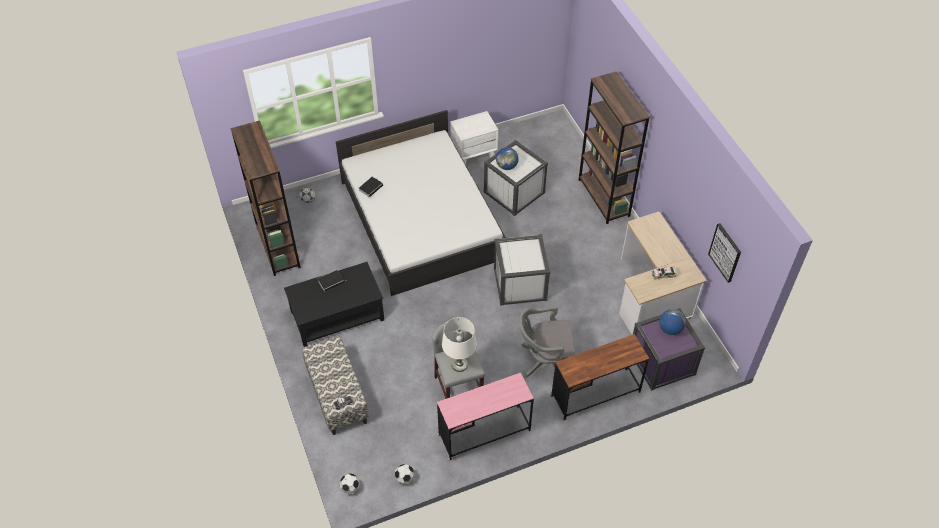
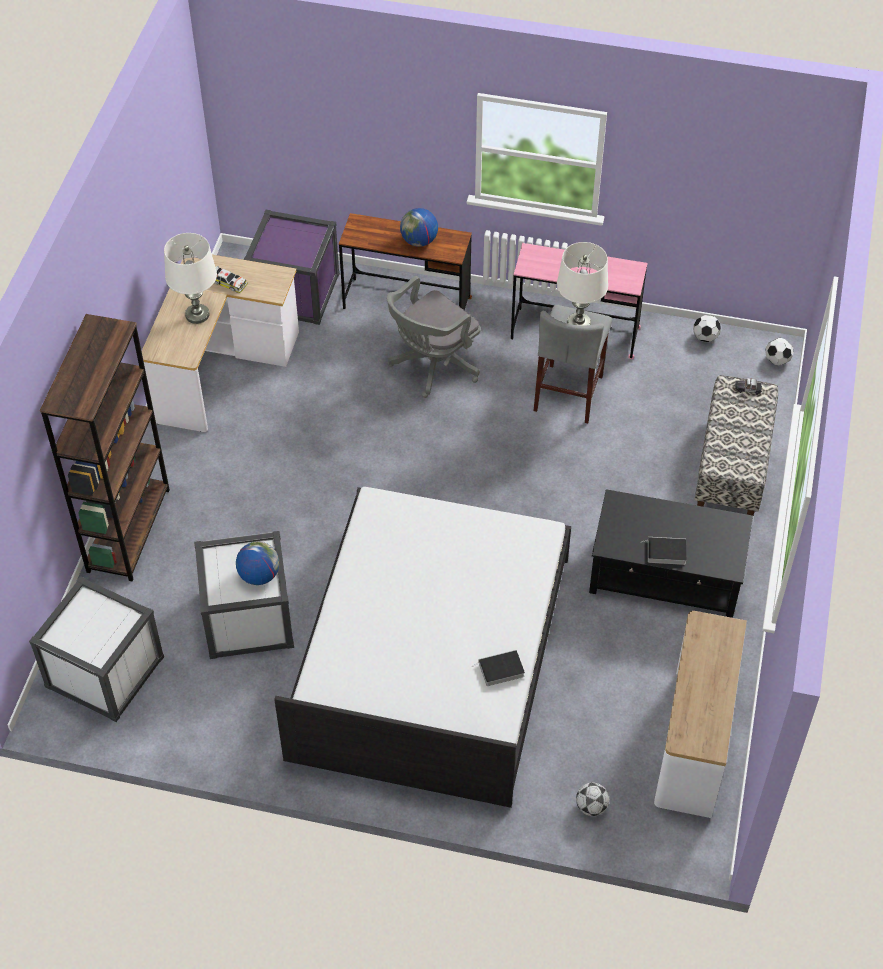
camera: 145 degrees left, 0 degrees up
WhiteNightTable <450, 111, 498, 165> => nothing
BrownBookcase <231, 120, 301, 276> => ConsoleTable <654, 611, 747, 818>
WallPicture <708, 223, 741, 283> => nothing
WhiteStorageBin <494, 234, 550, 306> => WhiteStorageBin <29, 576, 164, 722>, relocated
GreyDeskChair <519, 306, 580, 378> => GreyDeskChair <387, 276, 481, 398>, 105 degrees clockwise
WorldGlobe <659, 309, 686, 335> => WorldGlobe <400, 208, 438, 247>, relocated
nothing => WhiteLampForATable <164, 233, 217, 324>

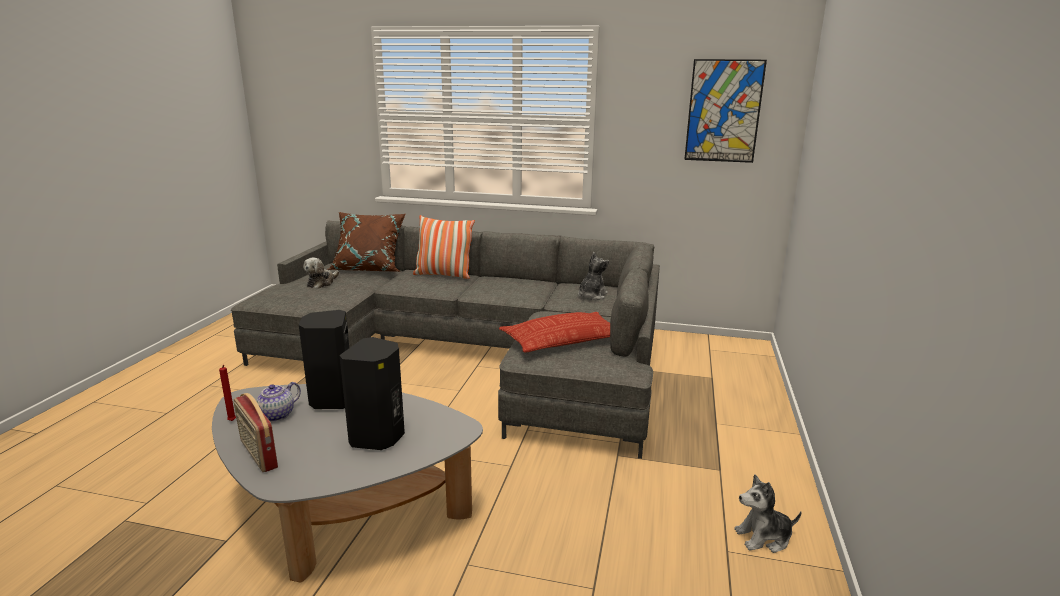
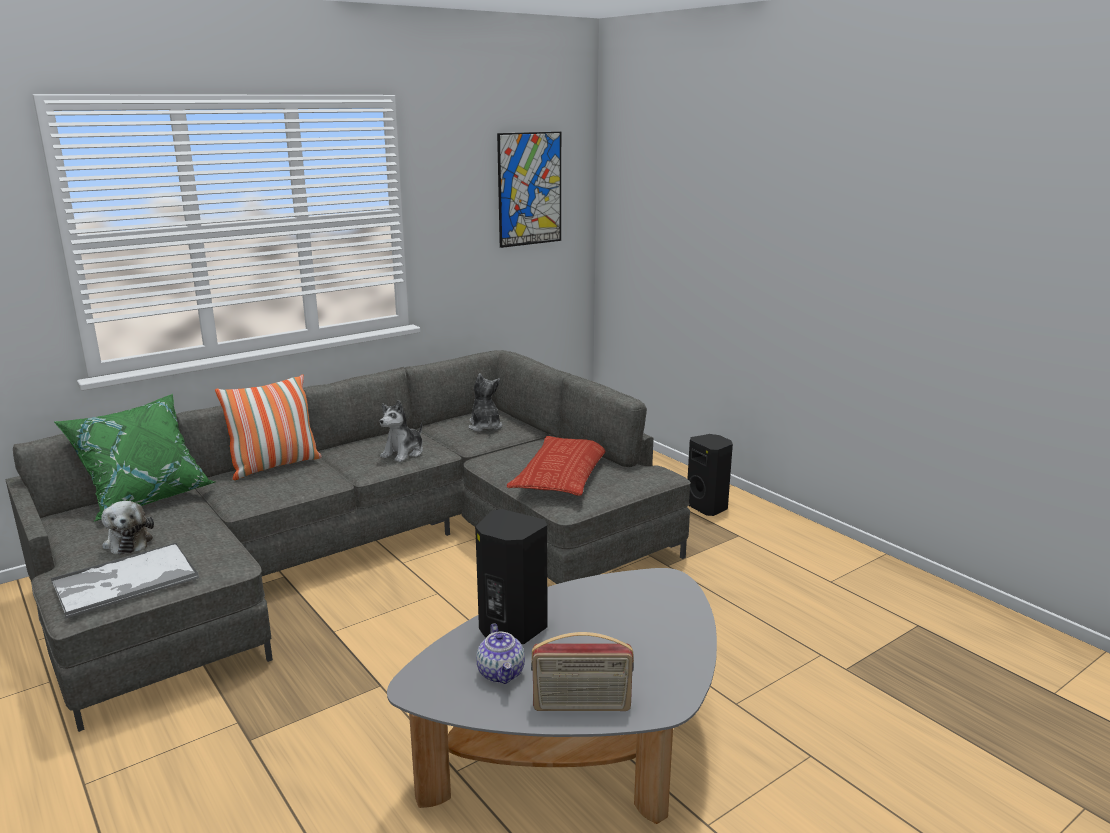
camera: 50 degrees left, 0 degrees up
BrownThrowPillow <327, 212, 406, 272> => GreenColouredThrowPillow <54, 394, 215, 521>
BlackColouredAudioSpeaker <339, 337, 405, 450> => BlackColouredAudioSpeaker <688, 434, 733, 516>, relocated
RedWaxLight <219, 365, 236, 421> => nothing
PlushToy <734, 474, 802, 553> => PlushToy <380, 400, 423, 462>, relocated
nothing => CarryingTray <51, 543, 199, 618>

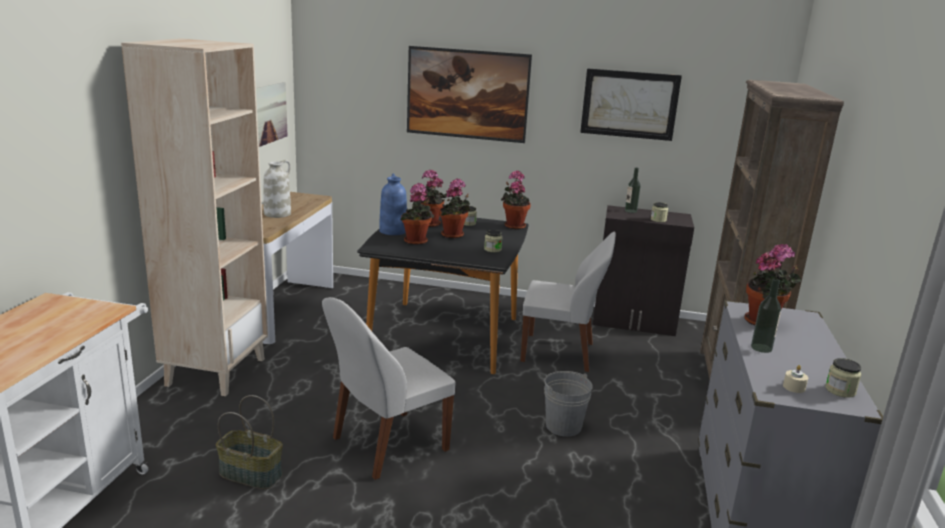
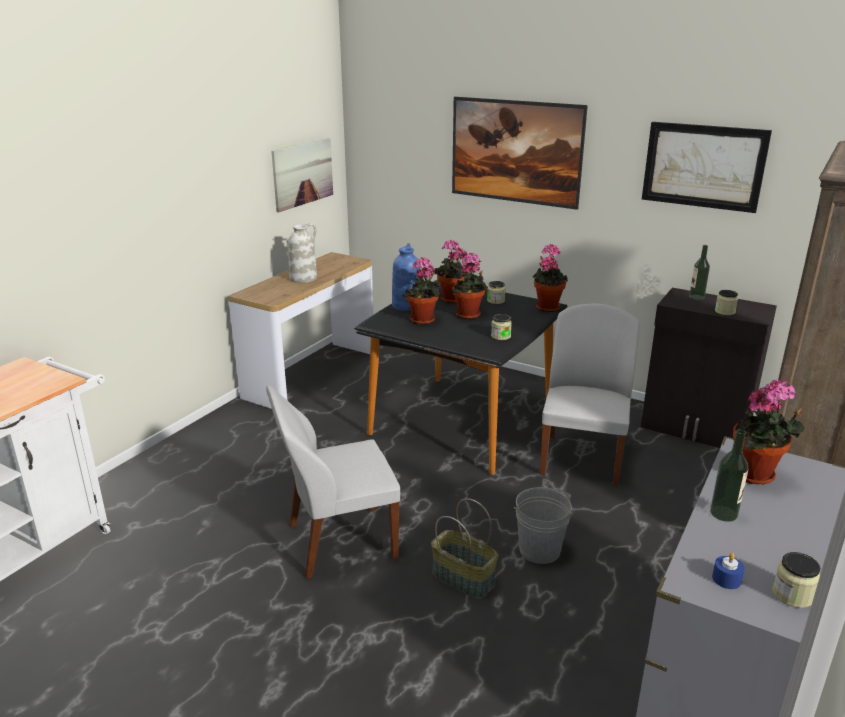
camera: 20 degrees right, 5 degrees up
BeigeBookcase <121, 38, 268, 396> => nothing
WhiteChair <521, 232, 616, 372> => WhiteChair <540, 304, 640, 487>, 105 degrees counterclockwise
BeigeWaxLight <783, 365, 808, 393> => BlueWaxLight <712, 553, 745, 589>
HouseholdBasket <216, 395, 283, 489> => HouseholdBasket <431, 498, 498, 599>, relocated

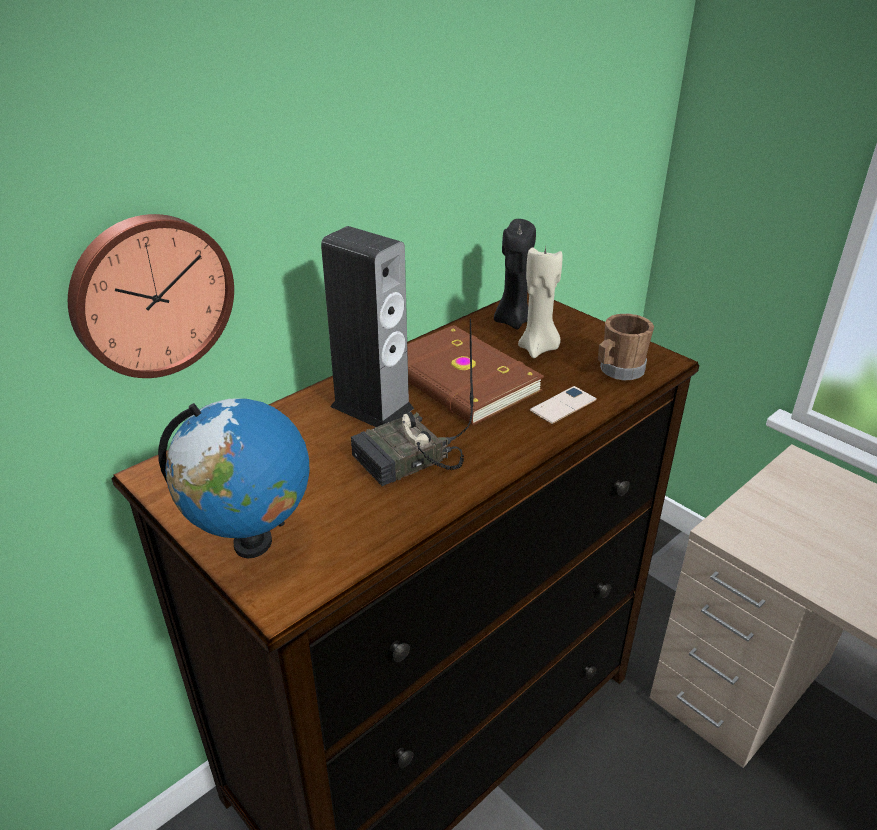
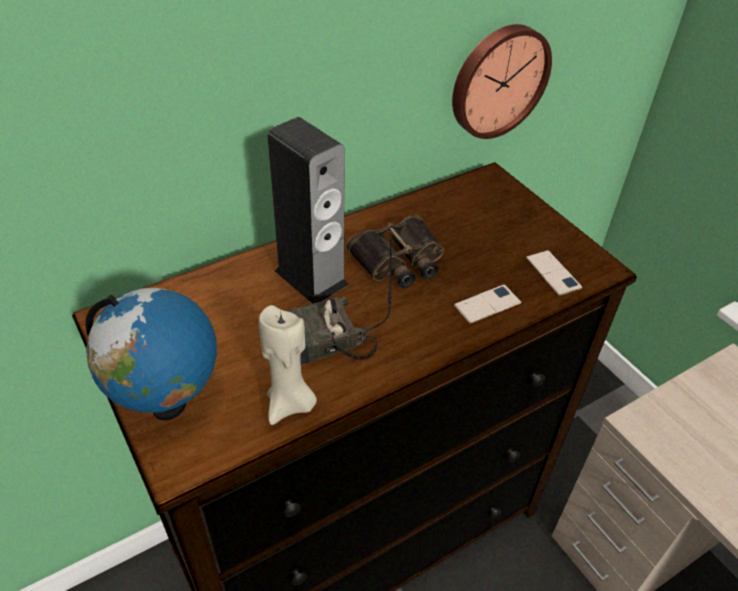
camera: 10 degrees right, 10 degrees up
ClockOnTheWall <68, 214, 234, 378> => ClockOnTheWall <452, 24, 552, 139>, relocated
BlackColouredWaxLight <494, 219, 536, 330> => nothing
BeigeWaxLight <518, 247, 563, 358> => BeigeWaxLight <259, 305, 317, 425>, relocated
BrownMug <598, 314, 654, 380> => Telephone <526, 250, 582, 296>
BrownVolume <407, 325, 544, 425> => Binoculars <347, 216, 444, 288>

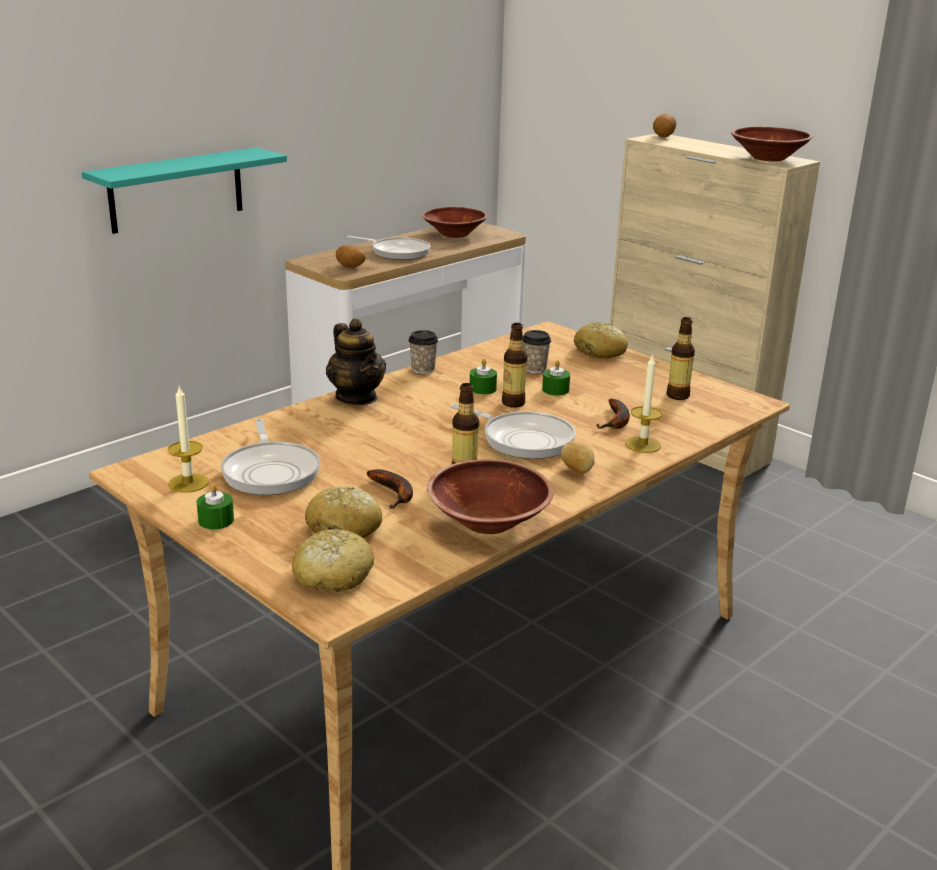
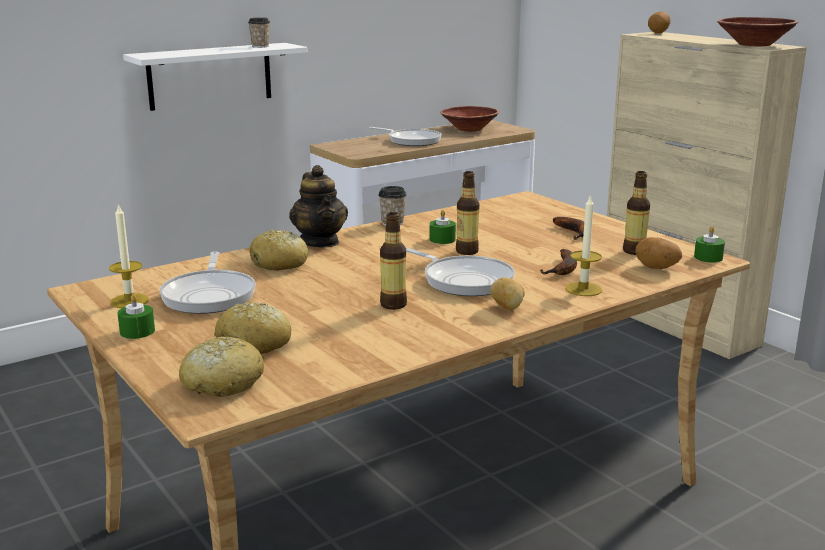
camera: 10 degrees right, 5 degrees down
TurquoiseBracketShelf <82, 147, 287, 234> => WhiteBracketShelf <123, 43, 308, 111>
WholePotato <336, 245, 366, 267> => WholePotato <635, 237, 682, 269>, relocated
BakedBread <574, 322, 628, 358> => BakedBread <249, 230, 308, 271>, relocated
SmallCup <523, 330, 551, 373> => SmallCup <248, 17, 270, 48>, relocated
GreenColouredWaxLight <542, 360, 570, 396> => GreenColouredWaxLight <694, 226, 725, 263>, relocated
BrownBowl <427, 459, 554, 534> => nothing
BananaFruit <367, 469, 413, 509> => BananaFruit <553, 217, 584, 240>, relocated

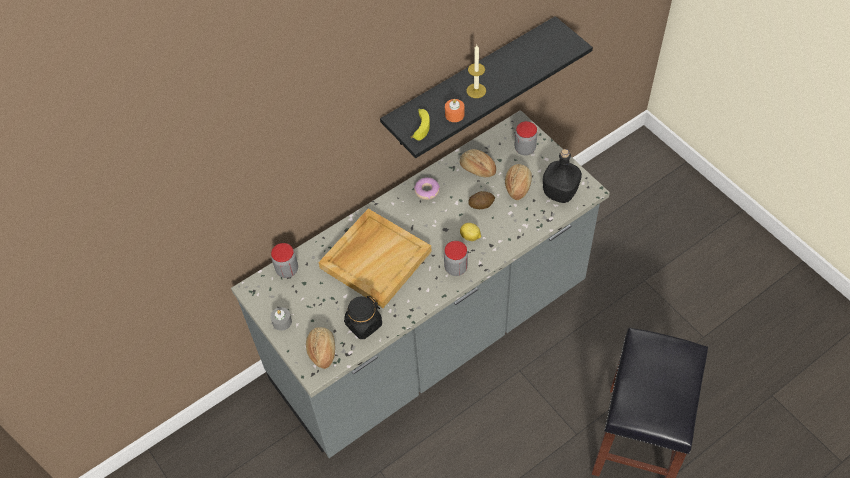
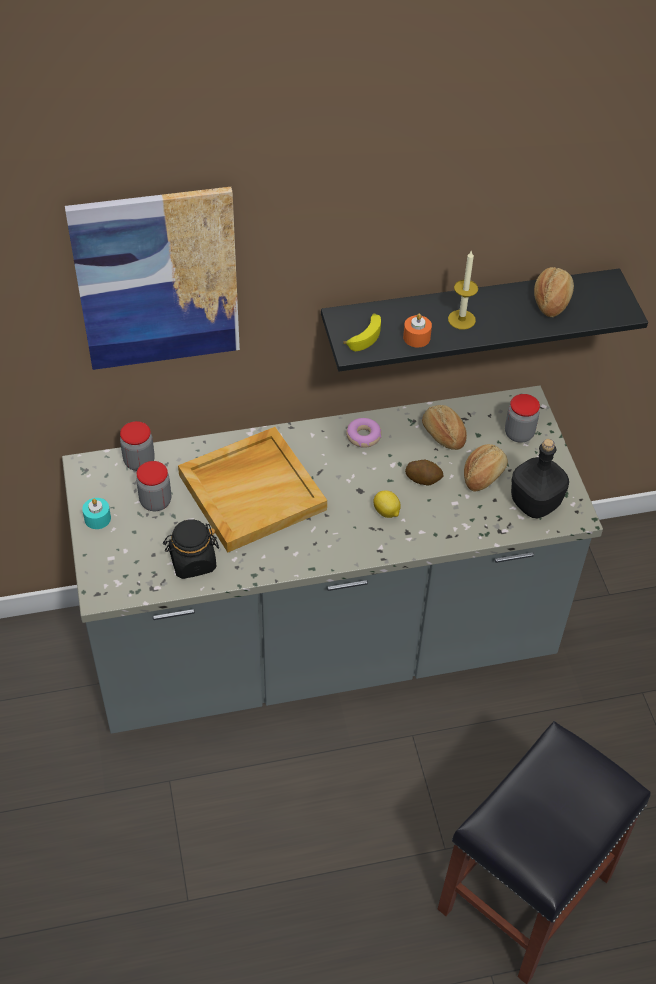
camera: 20 degrees right, 5 degrees down
Jar <444, 241, 468, 276> => Jar <136, 461, 171, 511>, relocated
GreyWaxLight <270, 307, 292, 331> => TurquoiseWaxLight <82, 498, 111, 529>
BakedBread <306, 327, 335, 369> => BakedBread <534, 267, 574, 317>, relocated
nothing => WallPicture <65, 187, 240, 370>

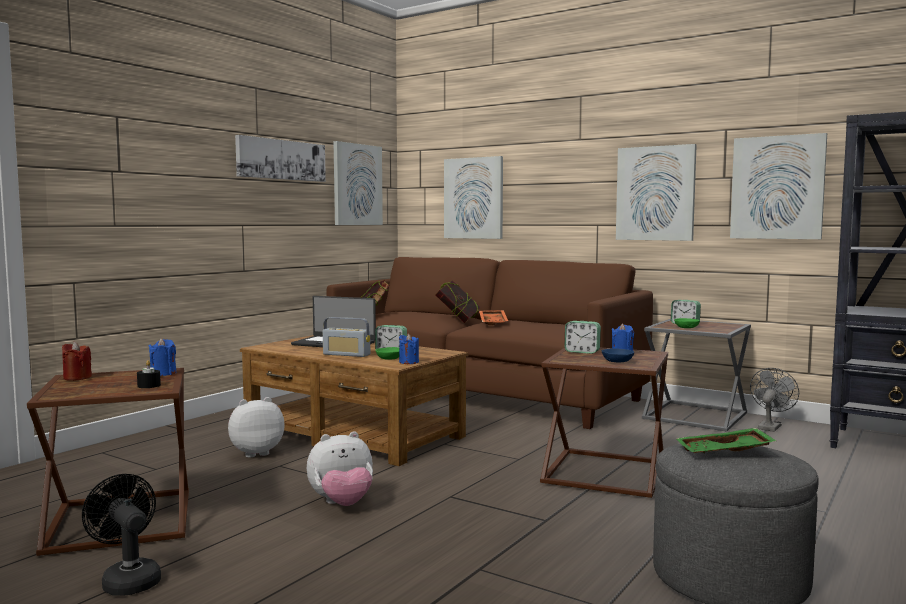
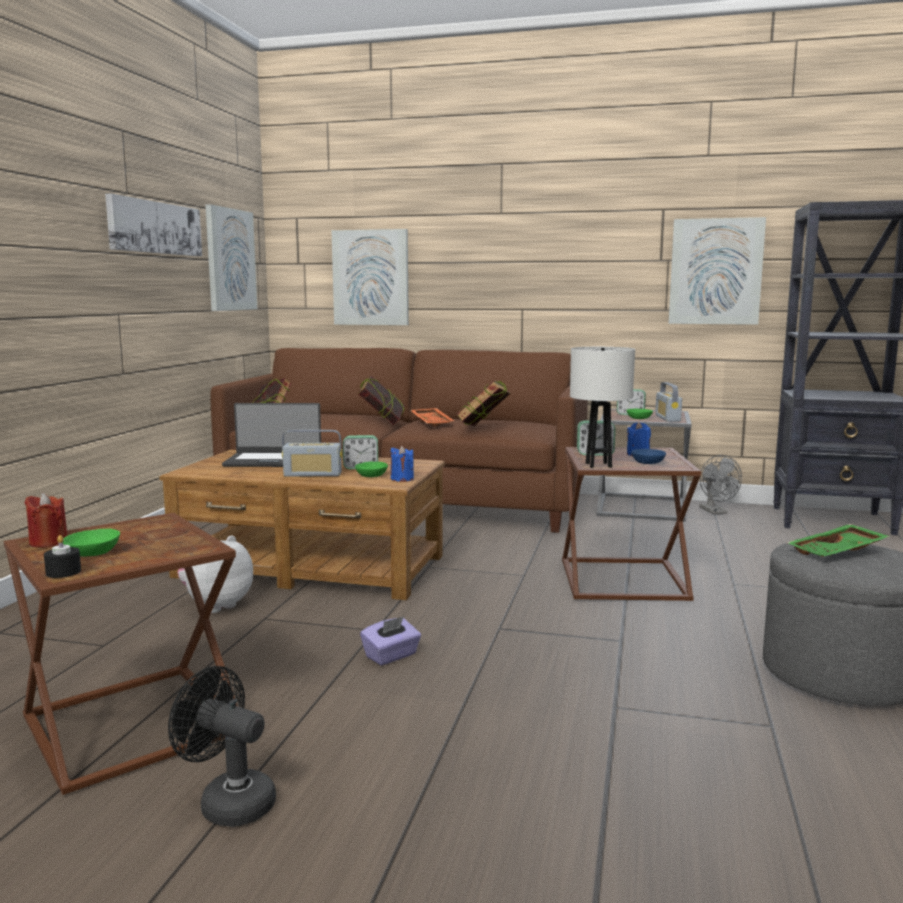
camera: 20 degrees left, 5 degrees up
WallPicture <616, 144, 697, 241> => nothing
BlueWaxLight <149, 338, 176, 376> => nothing
BlackColouredWaxLight <137, 360, 161, 388> => BlackColouredWaxLight <44, 535, 81, 578>, relocated
GreyElectricFan <750, 368, 799, 432> => GreyElectricFan <699, 455, 742, 515>, 150 degrees clockwise
PlushToy <307, 431, 373, 506> => PurpleTissueHolder <360, 616, 421, 665>
nothing => WhiteLampForATable <570, 347, 635, 468>
nothing => Volume <456, 381, 511, 426>
nothing => Radio <655, 382, 682, 422>
nothing => GreenColouredBowl <63, 529, 120, 556>

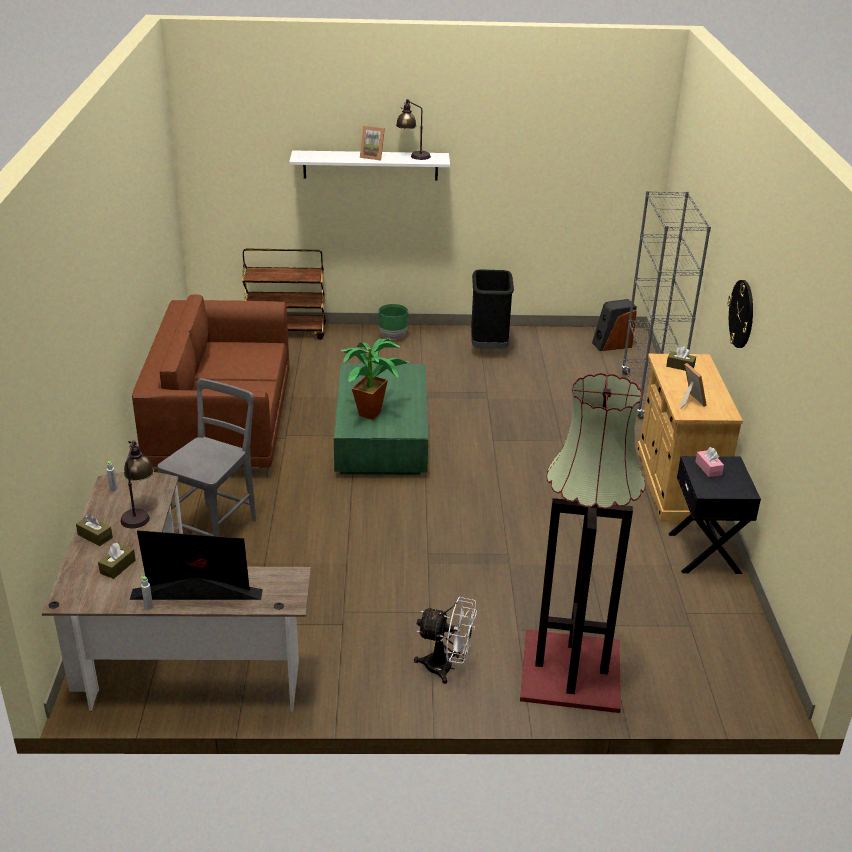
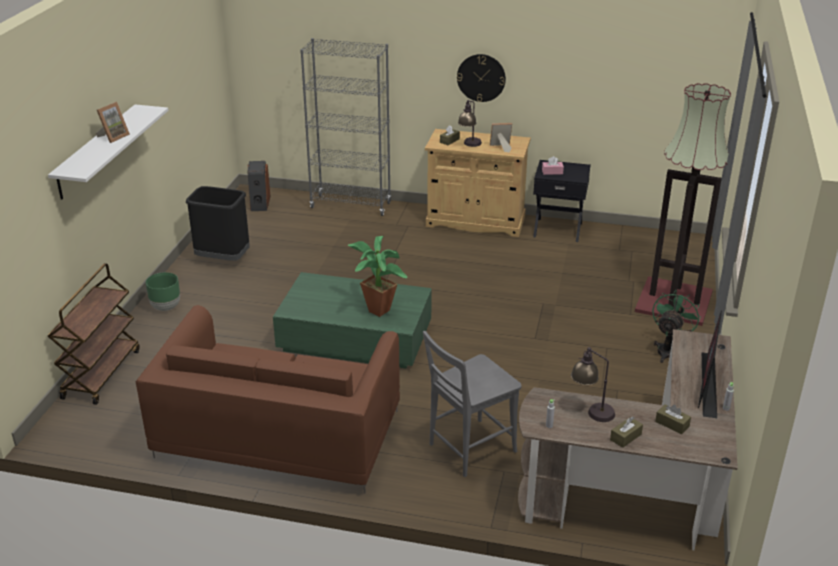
camera: 75 degrees left, 0 degrees up
LampForATable <396, 99, 431, 160> => LampForATable <458, 100, 482, 147>, relocated
GreyChair <157, 378, 256, 536> => GreyChair <423, 331, 522, 477>, 75 degrees counterclockwise
WhiteElectricFan <414, 597, 477, 684> => GreenColouredElectricFan <652, 290, 701, 363>

